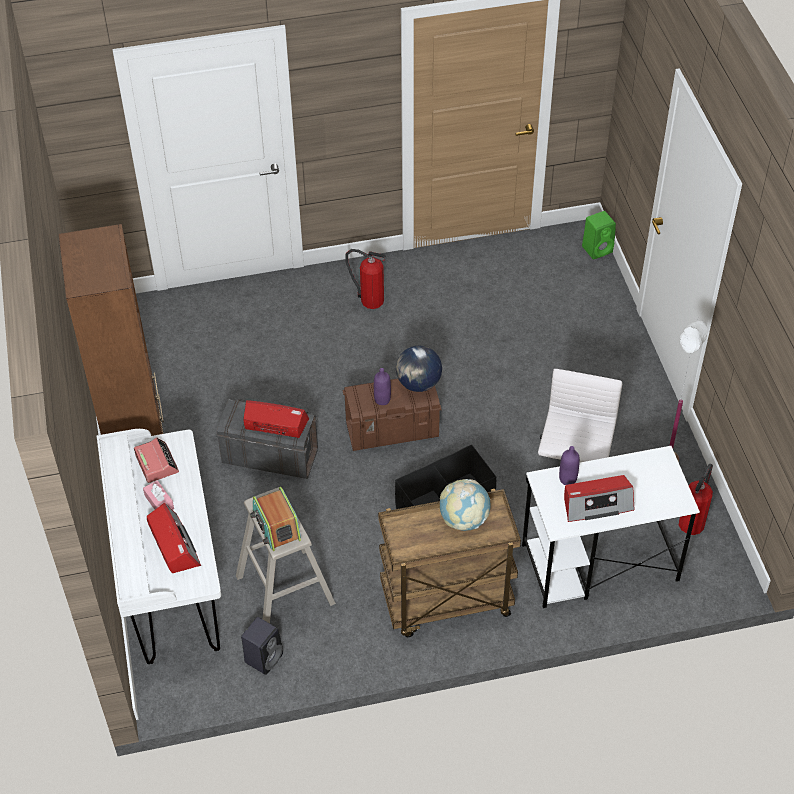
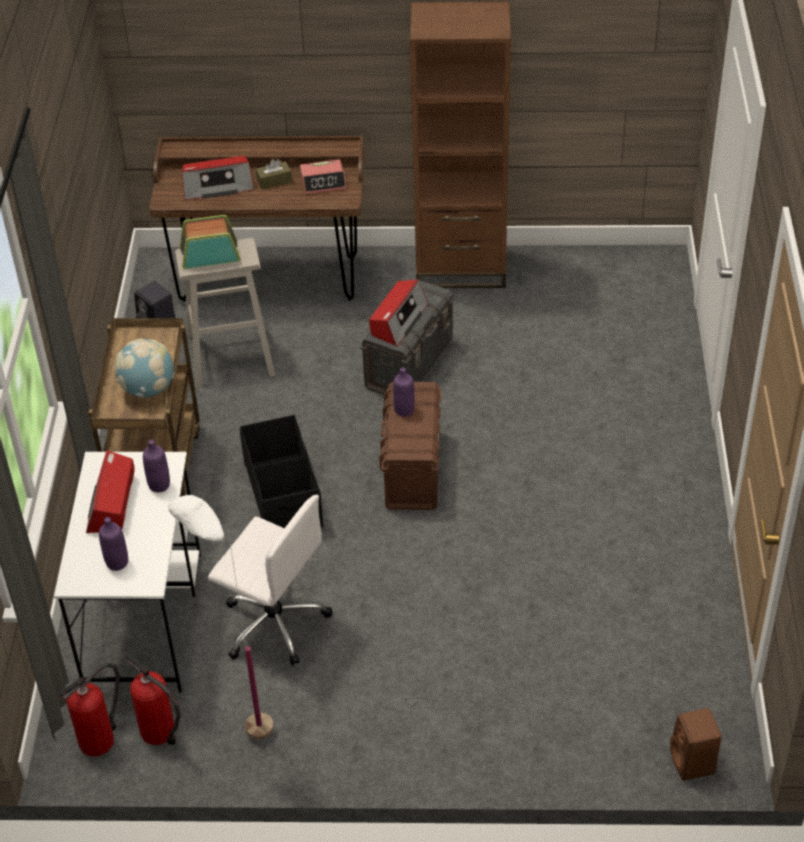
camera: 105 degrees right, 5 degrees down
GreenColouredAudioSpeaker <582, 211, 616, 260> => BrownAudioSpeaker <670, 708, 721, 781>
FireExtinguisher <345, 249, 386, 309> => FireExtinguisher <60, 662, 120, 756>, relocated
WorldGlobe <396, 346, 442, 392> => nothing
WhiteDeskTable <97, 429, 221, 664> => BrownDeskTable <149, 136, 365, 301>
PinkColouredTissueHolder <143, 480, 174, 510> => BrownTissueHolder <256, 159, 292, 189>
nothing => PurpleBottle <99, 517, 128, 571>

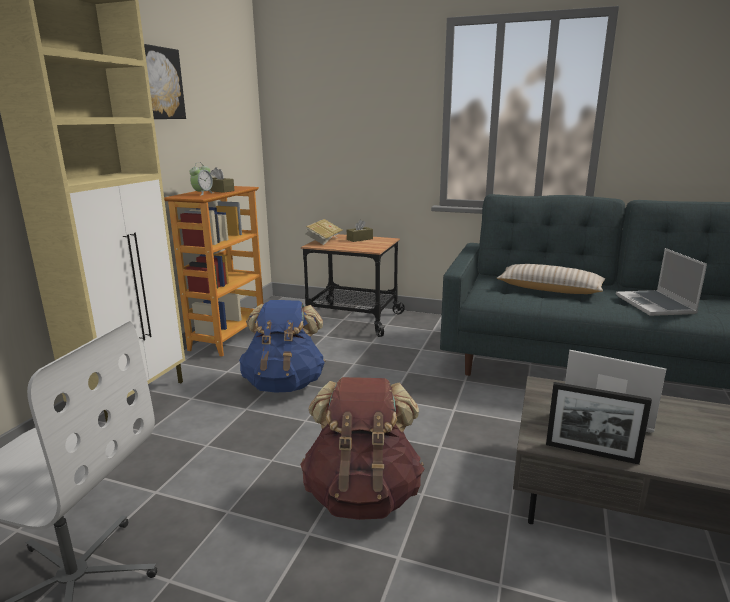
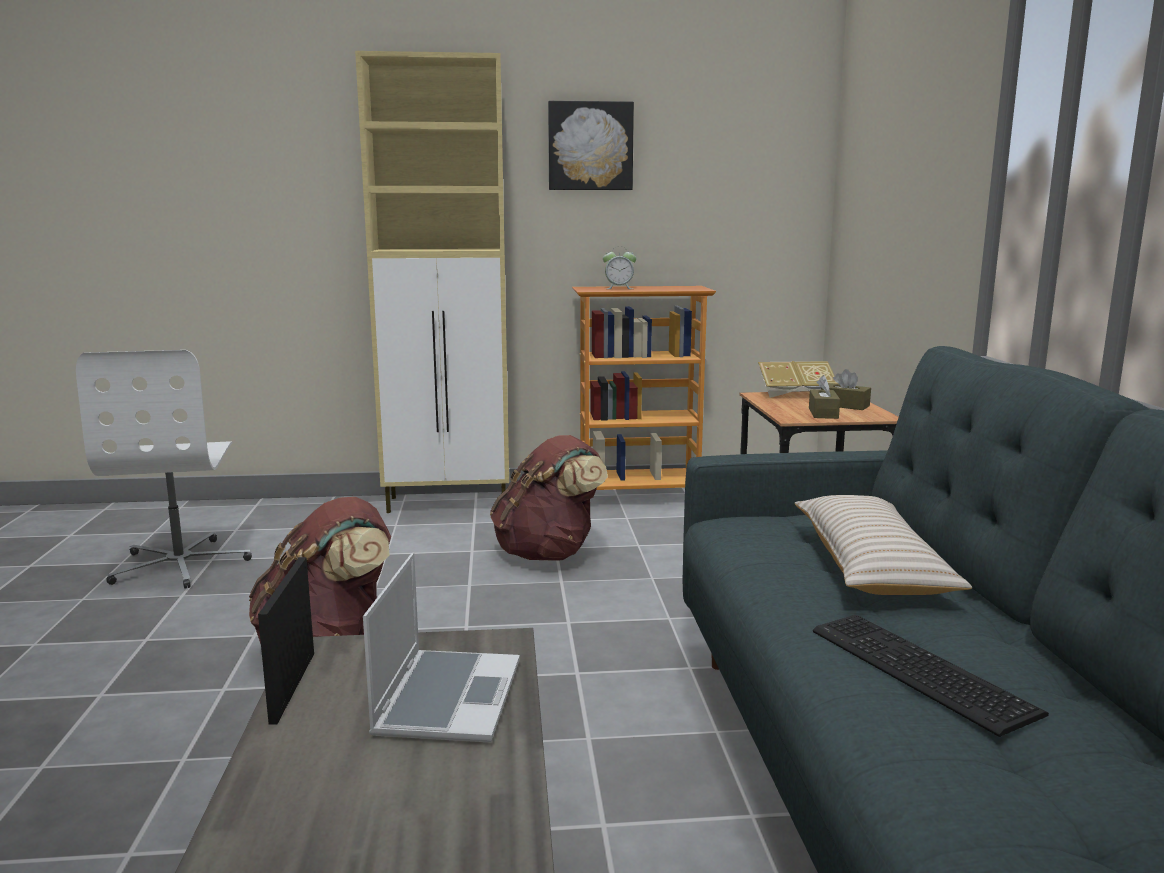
camera: 65 degrees right, 5 degrees down
BrownTissueHolder <210, 167, 235, 193> => BrownTissueHolder <809, 375, 840, 419>, relocated
Laptop <616, 248, 707, 316> => Keyboard <813, 615, 1049, 737>
BlueKnapsack <239, 300, 325, 392> => BrownKnapsack <490, 435, 608, 561>

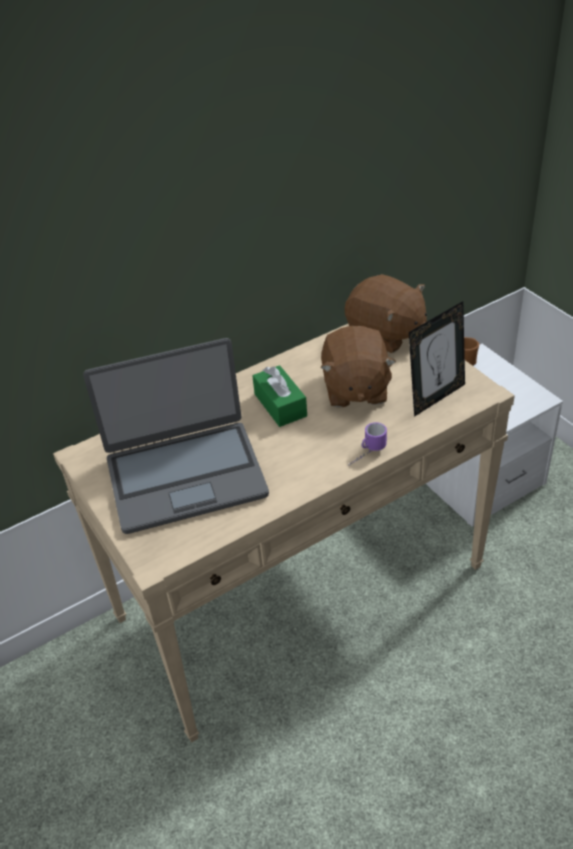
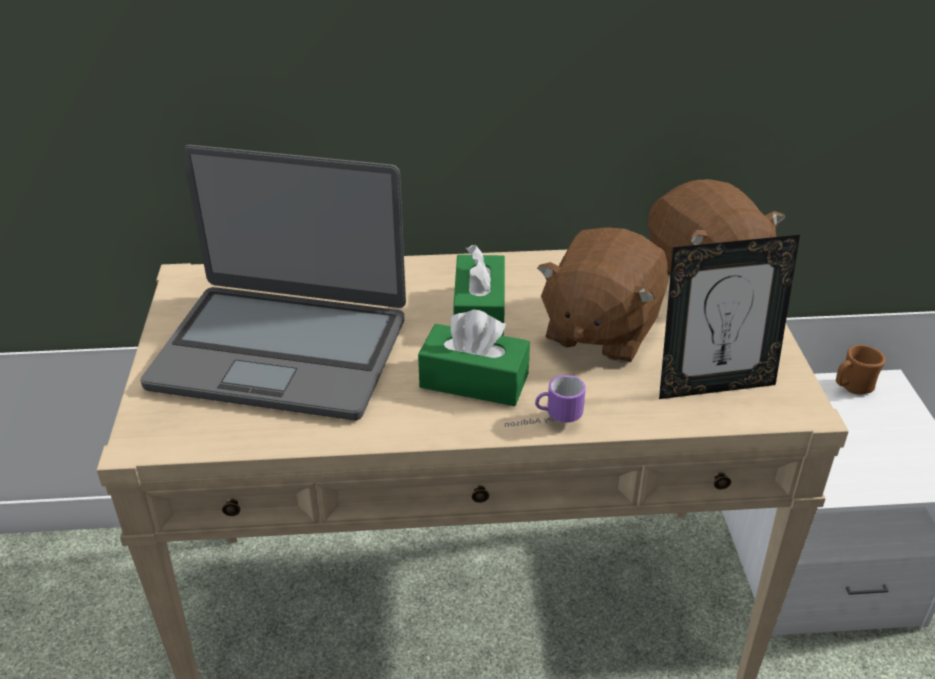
camera: 25 degrees right, 5 degrees down
nothing => GreenColouredTissueHolder <418, 310, 530, 406>

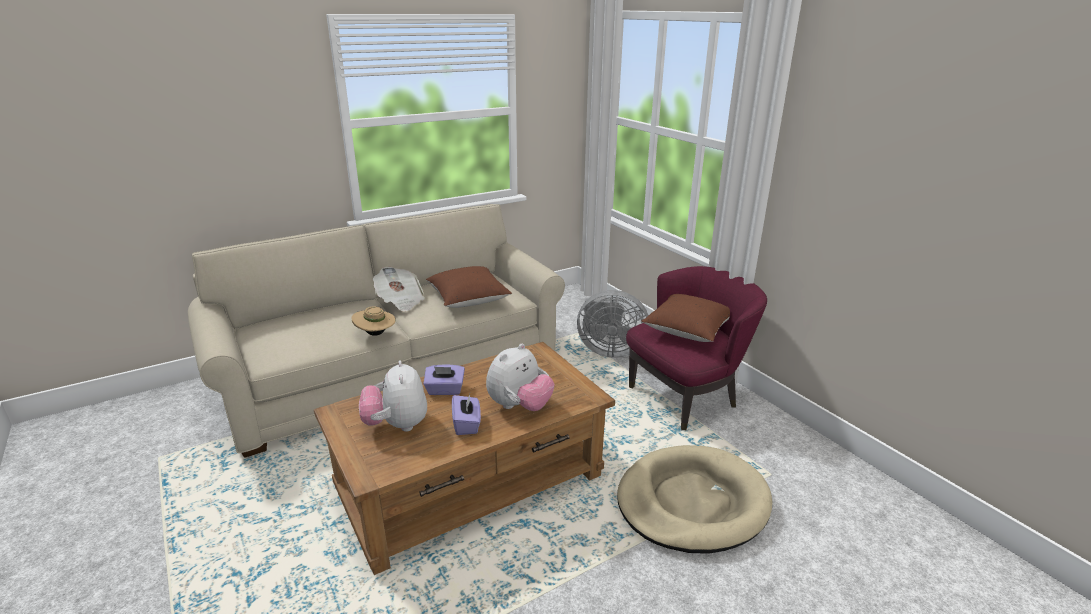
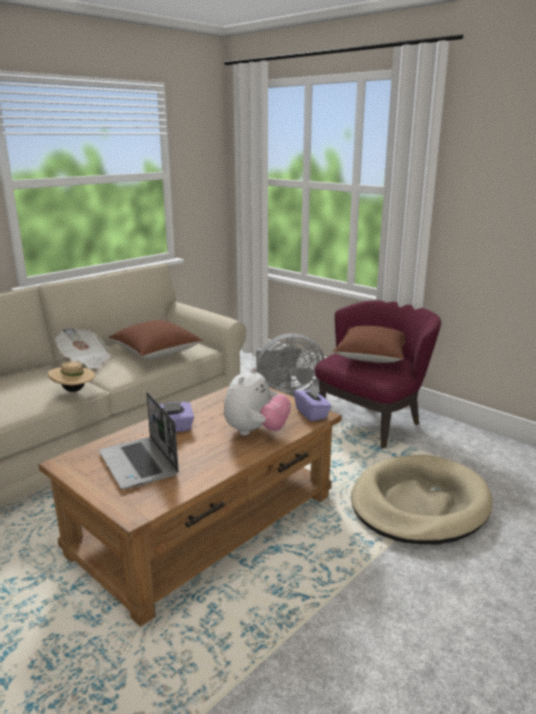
camera: 15 degrees left, 5 degrees down
PlushToy <359, 360, 427, 432> => Laptop <99, 392, 179, 489>
PurpleTissueHolder <452, 394, 481, 435> => PurpleTissueHolder <294, 384, 332, 421>, relocated

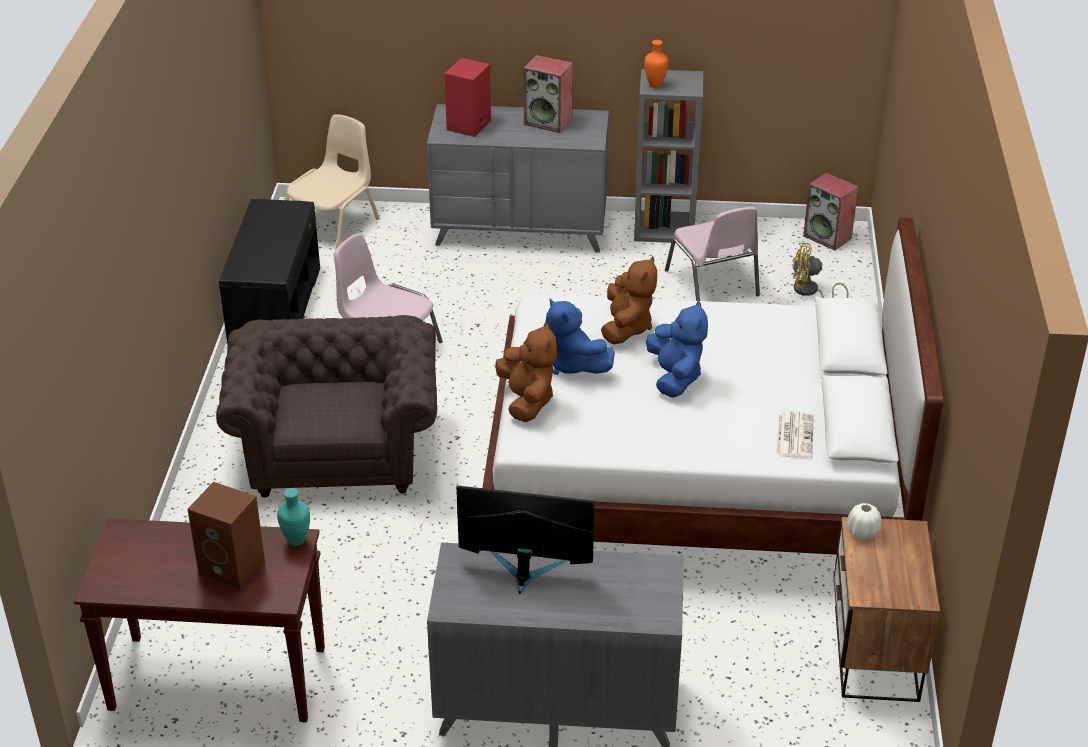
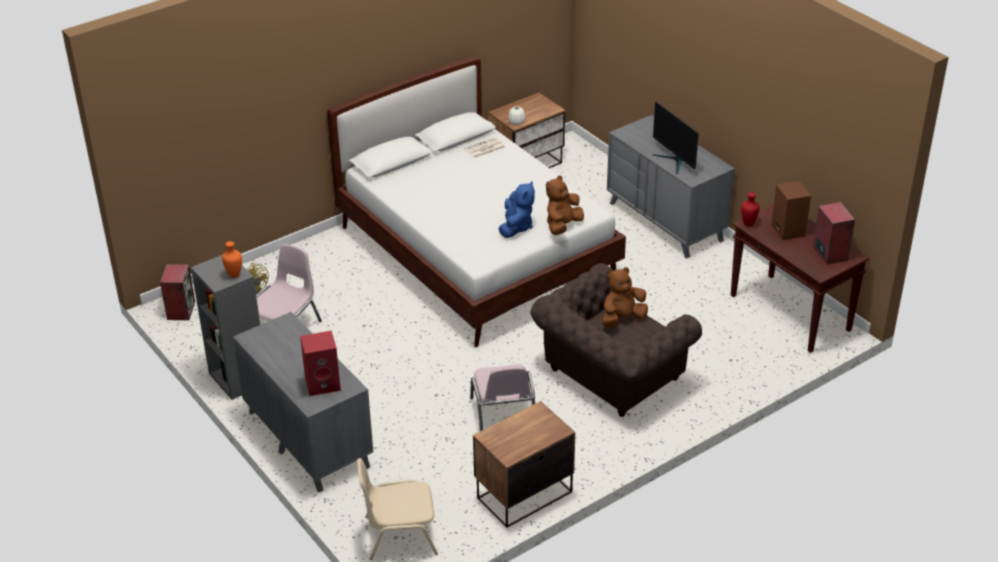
camera: 130 degrees left, 0 degrees up
AudioSpeaker <523, 55, 573, 133> => AudioSpeaker <813, 202, 855, 265>, relocated
BlackColouredLongSeat <219, 199, 320, 345> => NightTable <473, 401, 575, 528>
BrownPlushToy <601, 256, 657, 345> => BrownPlushToy <602, 267, 648, 327>, relocated
BluePlushToy <646, 300, 708, 398> => nothing
TurquoiseVase <277, 488, 310, 546> => RedVase <741, 192, 759, 227>

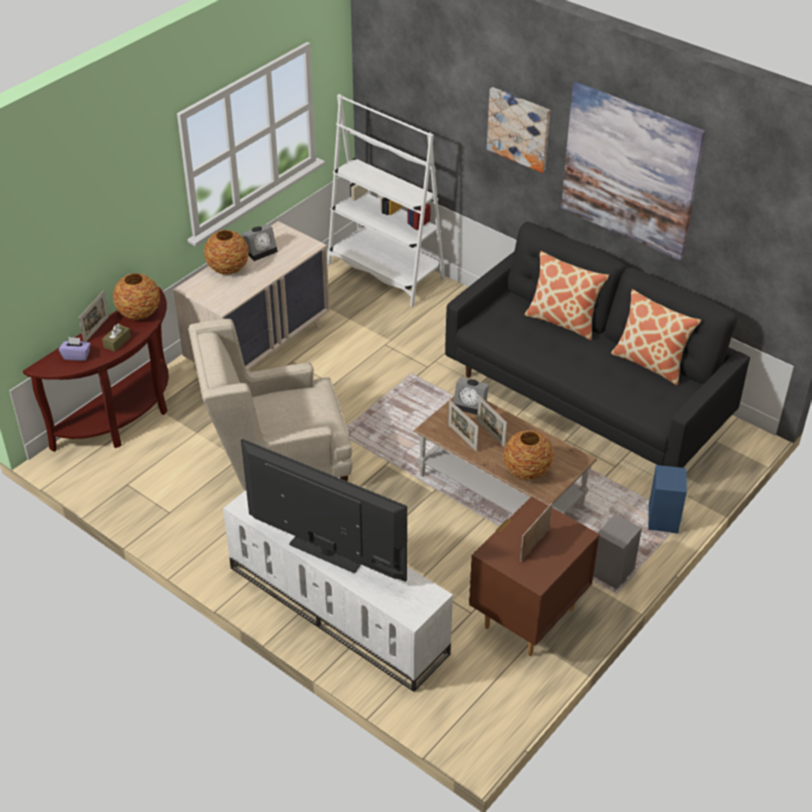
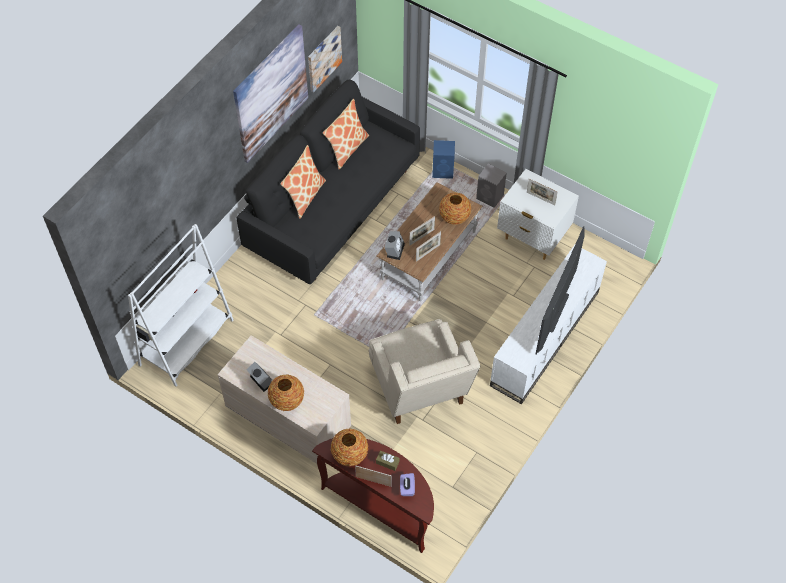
camera: 95 degrees left, 15 degrees up
WallPicture <487, 87, 550, 173> => WallPicture <308, 26, 342, 93>, relocated
BrownNightTable <469, 496, 599, 656> => WhiteNightTable <497, 169, 579, 260>

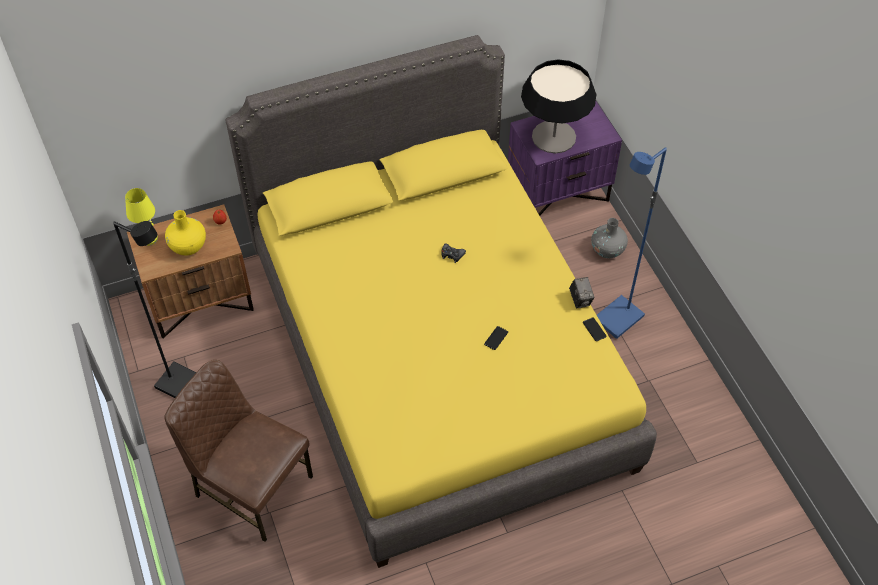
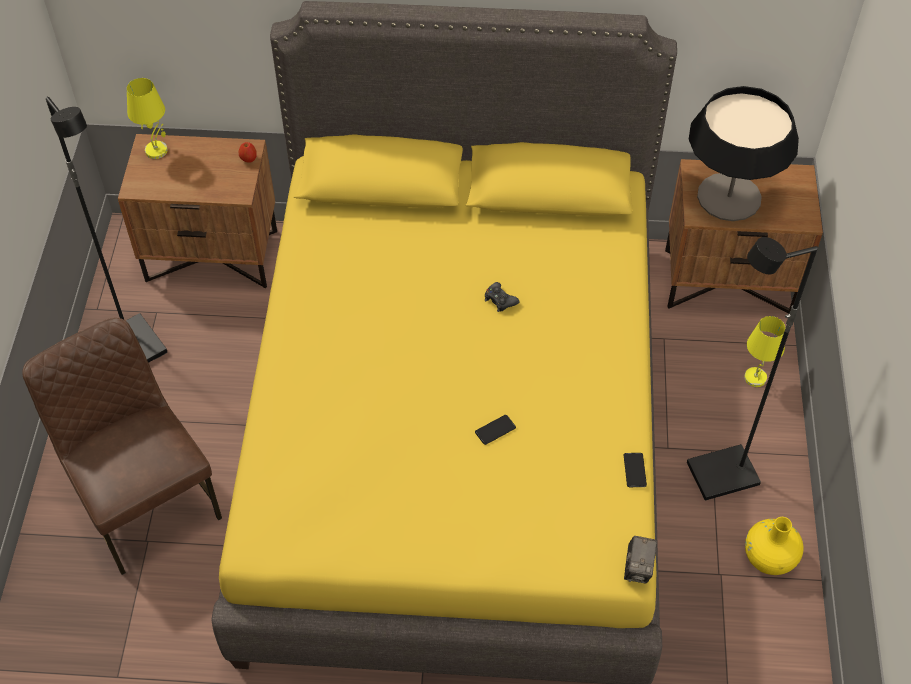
camera: 25 degrees right, 0 degrees up
PurpleNightTable <508, 101, 622, 216> => BrownNightTable <665, 159, 823, 313>
BlueFloorLamp <597, 147, 667, 339> => BlackColouredFloorLamp <687, 237, 818, 501>
YellowColouredVase <165, 210, 206, 255> => YellowColouredVase <745, 517, 804, 575>, relocated
GreyVase <591, 218, 628, 258> => YellowColouredLampForATable <744, 316, 785, 387>
StillCamera <569, 277, 594, 309> => StillCamera <624, 536, 657, 583>, relocated

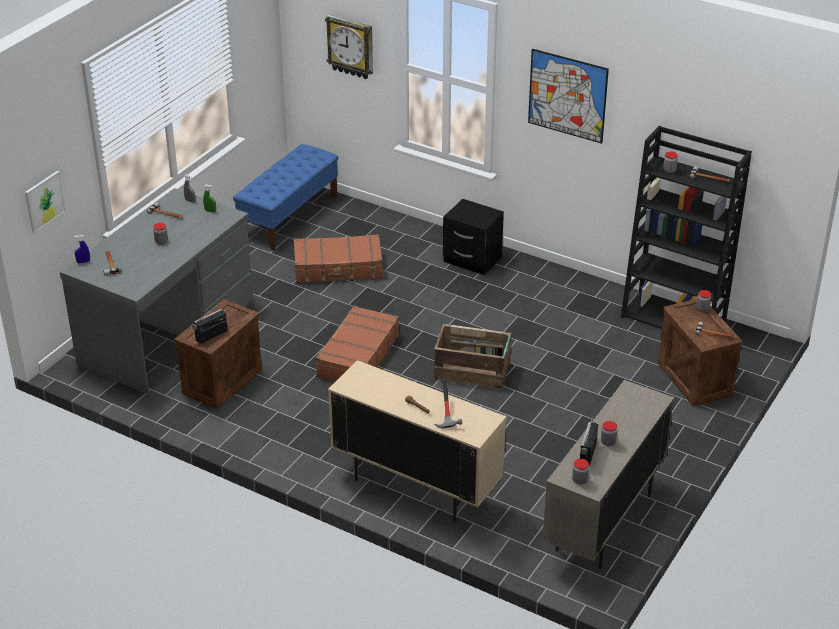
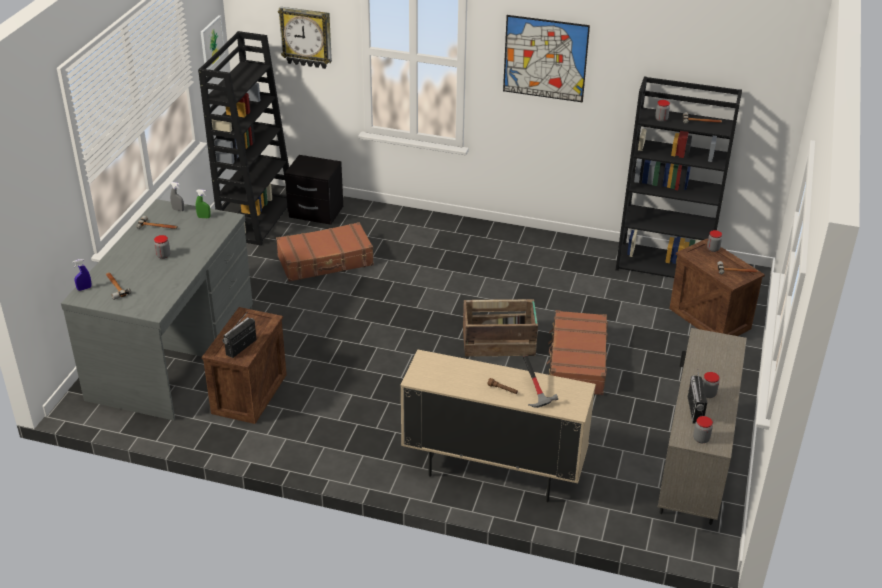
camera: 15 degrees left, 0 degrees up
BlueLongSeat <233, 144, 338, 251> => BlackColouredBookcase <198, 31, 289, 246>
WallPicture <25, 170, 66, 233> => WallPicture <201, 15, 225, 70>, relocated
BlackColouredNightTable <443, 199, 504, 275> => BlackColouredNightTable <285, 155, 343, 225>, relocated
BrownSuitcase <316, 306, 399, 381> => BrownSuitcase <547, 310, 608, 395>, relocated

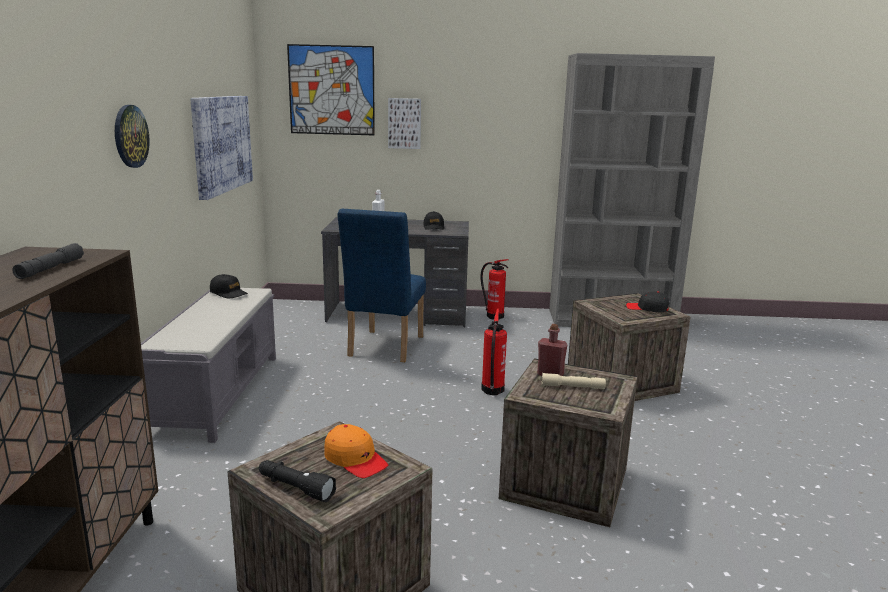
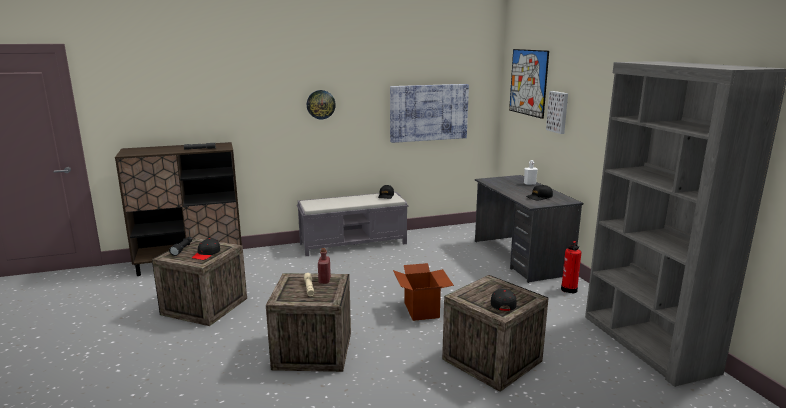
camera: 70 degrees right, 0 degrees up
BlueChair <337, 209, 426, 362> => nothing
FireExtinguisher <481, 309, 507, 395> => PackingBox <393, 263, 454, 321>
OrangeyBaseballCap <324, 424, 388, 478> => BlackColouredBaseballCap <192, 238, 220, 260>

